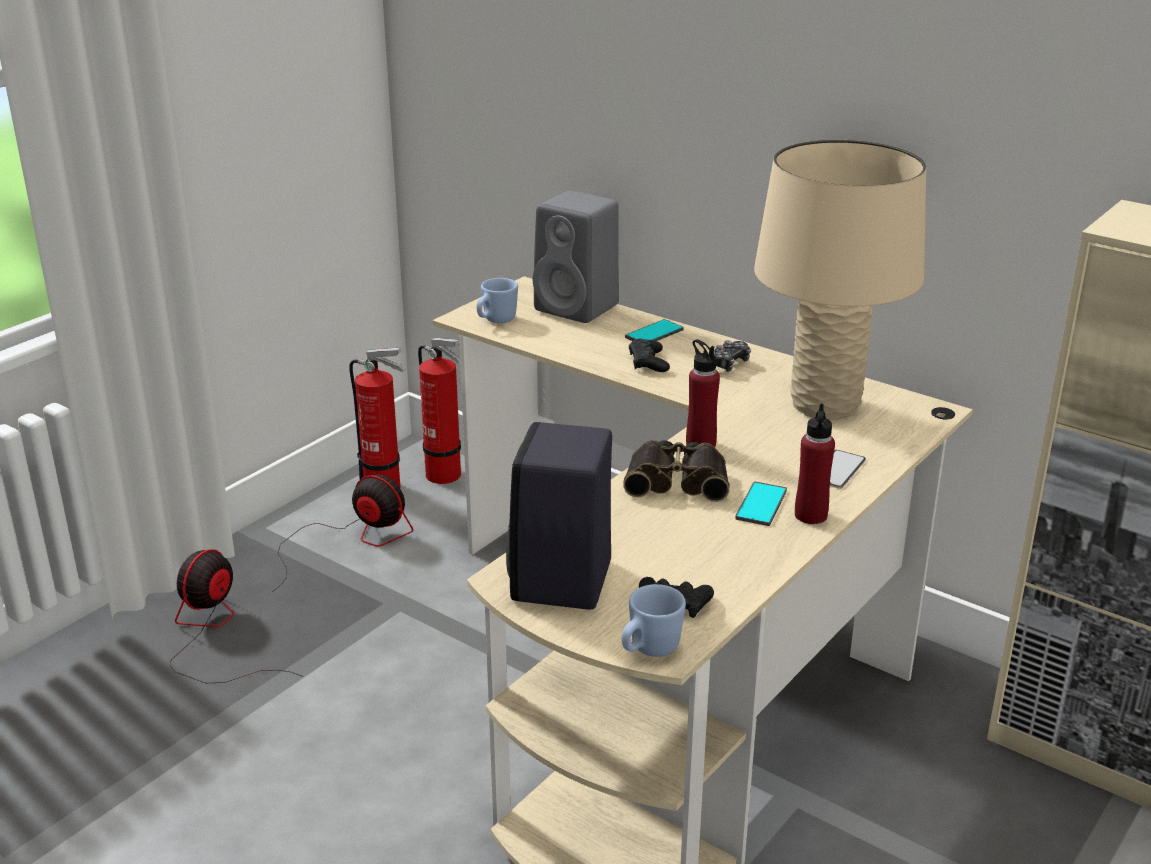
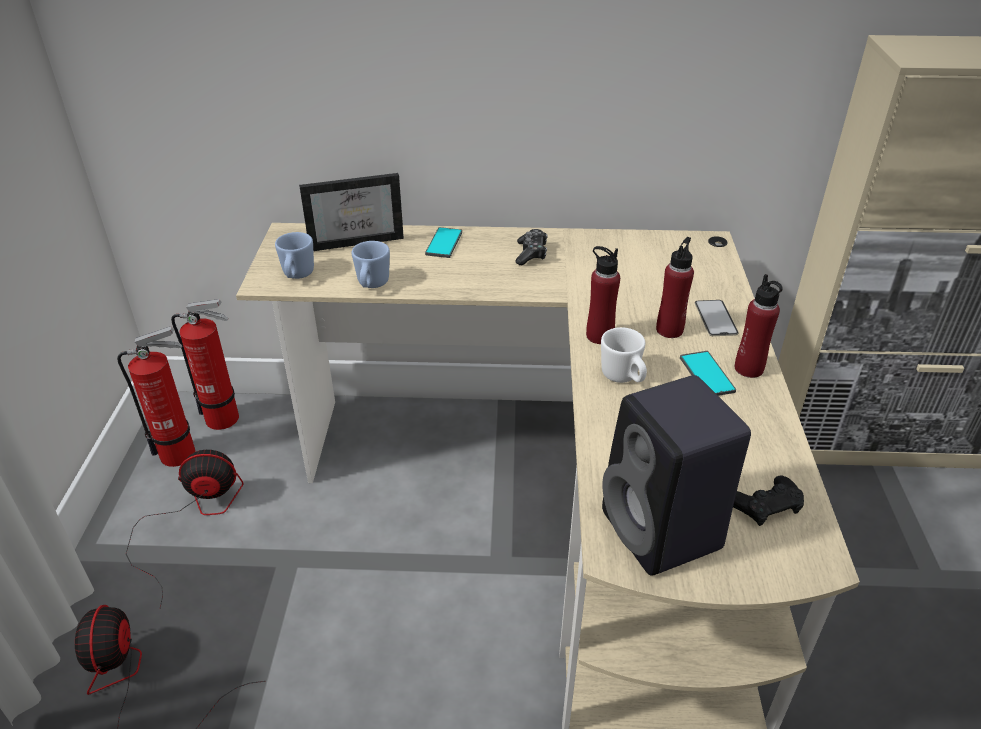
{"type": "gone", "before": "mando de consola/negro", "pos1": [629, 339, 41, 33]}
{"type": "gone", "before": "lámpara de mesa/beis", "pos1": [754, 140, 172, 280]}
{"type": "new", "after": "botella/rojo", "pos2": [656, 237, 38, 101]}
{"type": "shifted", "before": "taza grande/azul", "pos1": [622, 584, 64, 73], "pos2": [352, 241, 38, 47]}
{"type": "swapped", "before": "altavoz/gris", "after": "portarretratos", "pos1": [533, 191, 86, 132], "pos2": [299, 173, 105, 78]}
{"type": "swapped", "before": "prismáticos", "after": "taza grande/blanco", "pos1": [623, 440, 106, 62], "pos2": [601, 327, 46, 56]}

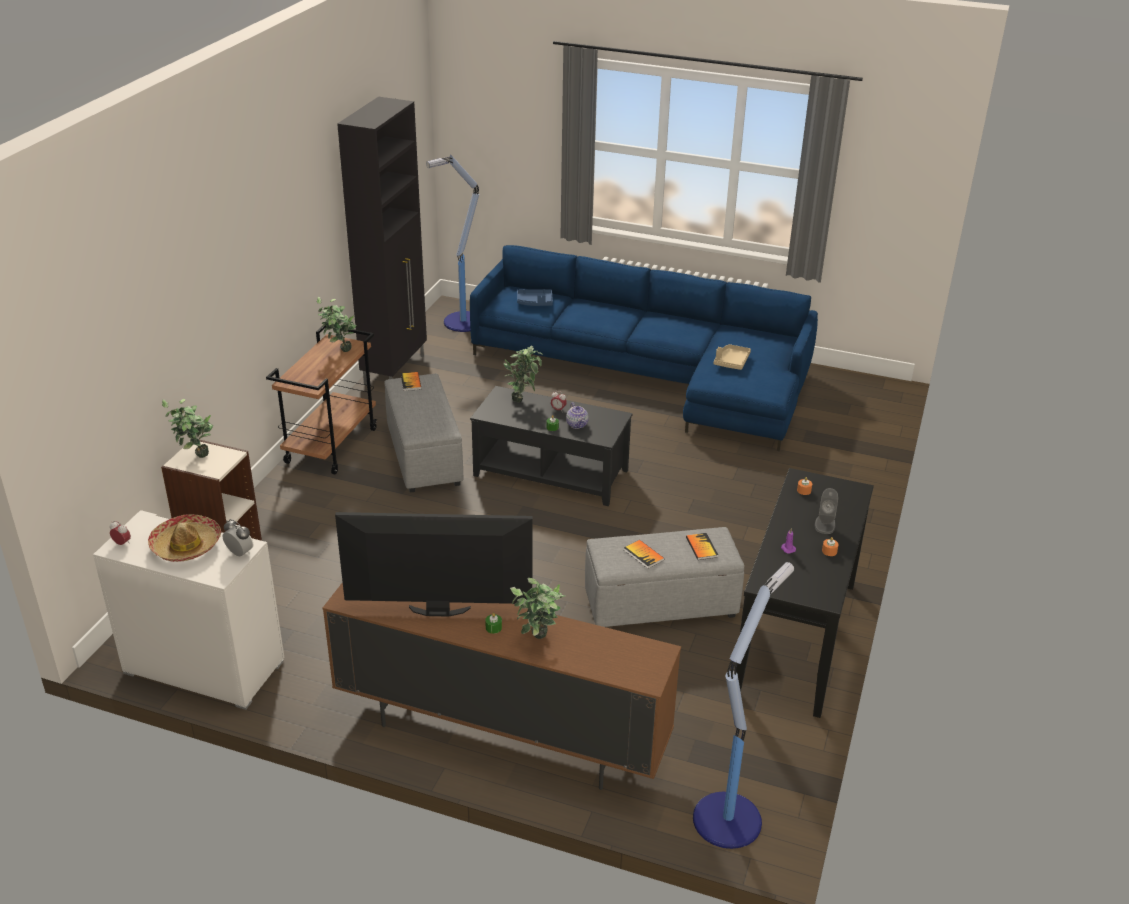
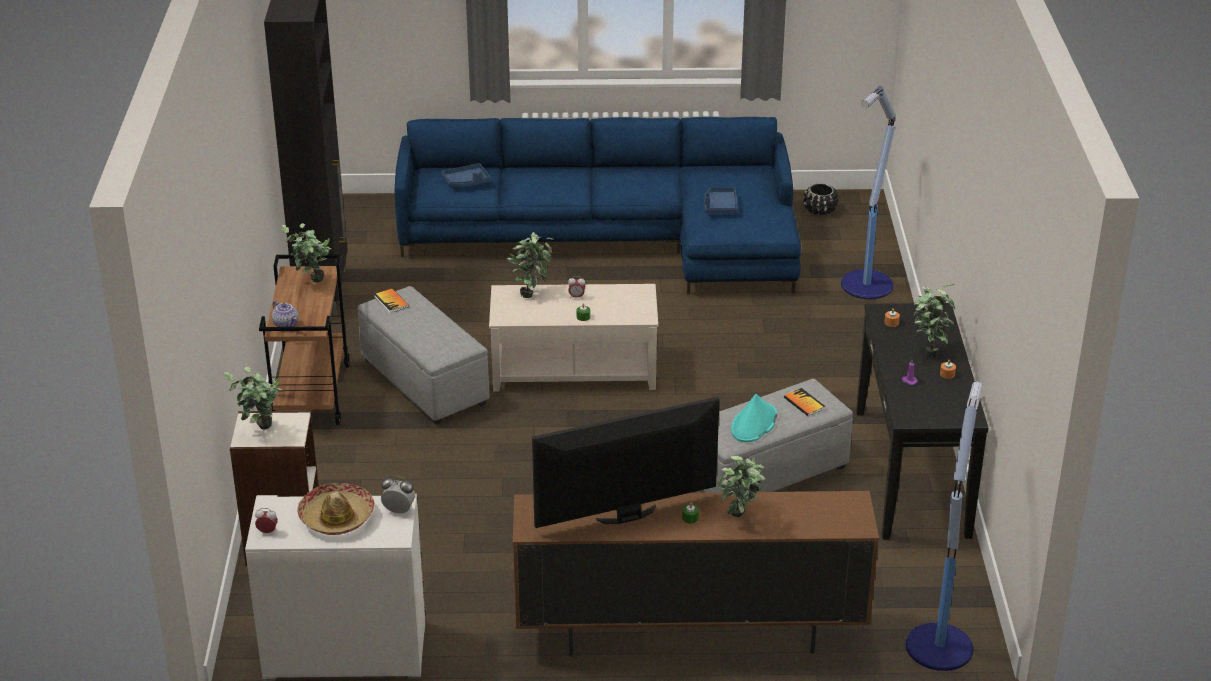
{"type": "new", "after": "maceta/negro", "pos2": [803, 183, 36, 32]}
{"type": "shifted", "before": "lámpara de pie", "pos1": [426, 155, 53, 177], "pos2": [841, 86, 54, 213]}
{"type": "shifted", "before": "tetera", "pos1": [566, 402, 23, 27], "pos2": [272, 300, 27, 27]}
{"type": "swapped", "before": "libro", "after": "sombrero/turquesa", "pos1": [624, 540, 40, 29], "pos2": [731, 394, 46, 48]}
{"type": "swapped", "before": "altavoz/gris", "after": "planta en maceta", "pos1": [815, 488, 23, 46], "pos2": [913, 284, 42, 73]}
{"type": "repainted", "before": "mesa de centro/negro", "after": "mesa de centro/beis", "pos1": [470, 386, 163, 120], "pos2": [489, 284, 169, 108]}
{"type": "repainted", "before": "bandeja/beis", "after": "bandeja/azul", "pos1": [714, 344, 37, 26], "pos2": [704, 188, 34, 26]}

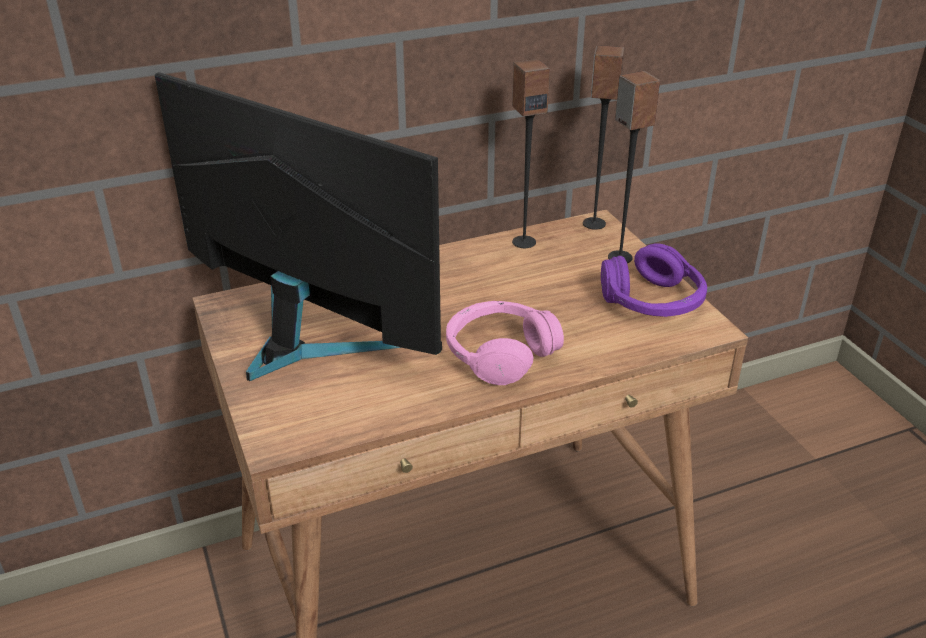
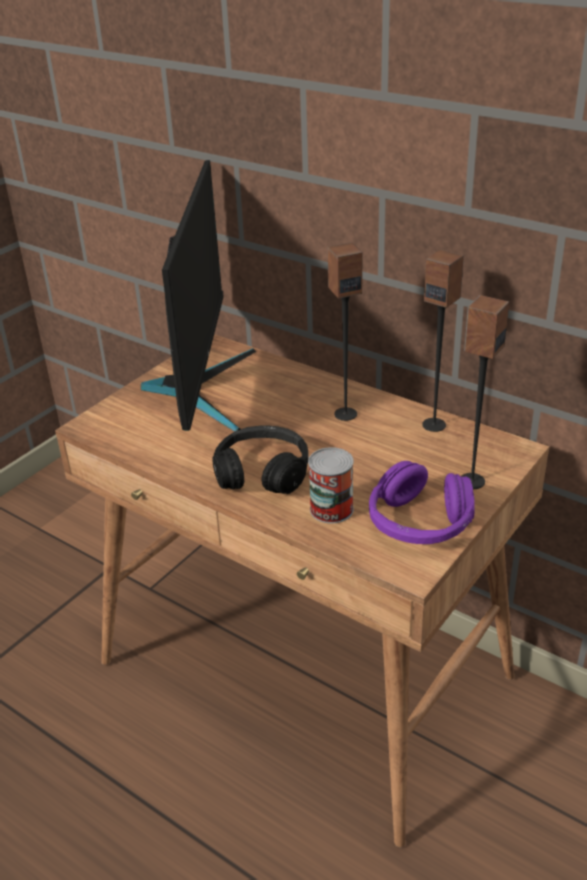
{"type": "new", "after": "lata", "pos2": [308, 447, 46, 77]}
{"type": "shifted", "before": "altavoz", "pos1": [583, 45, 41, 185], "pos2": [328, 242, 34, 179]}
{"type": "repainted", "before": "auriculares/rosa", "after": "auriculares/negro", "pos1": [446, 301, 118, 84], "pos2": [212, 425, 96, 69]}

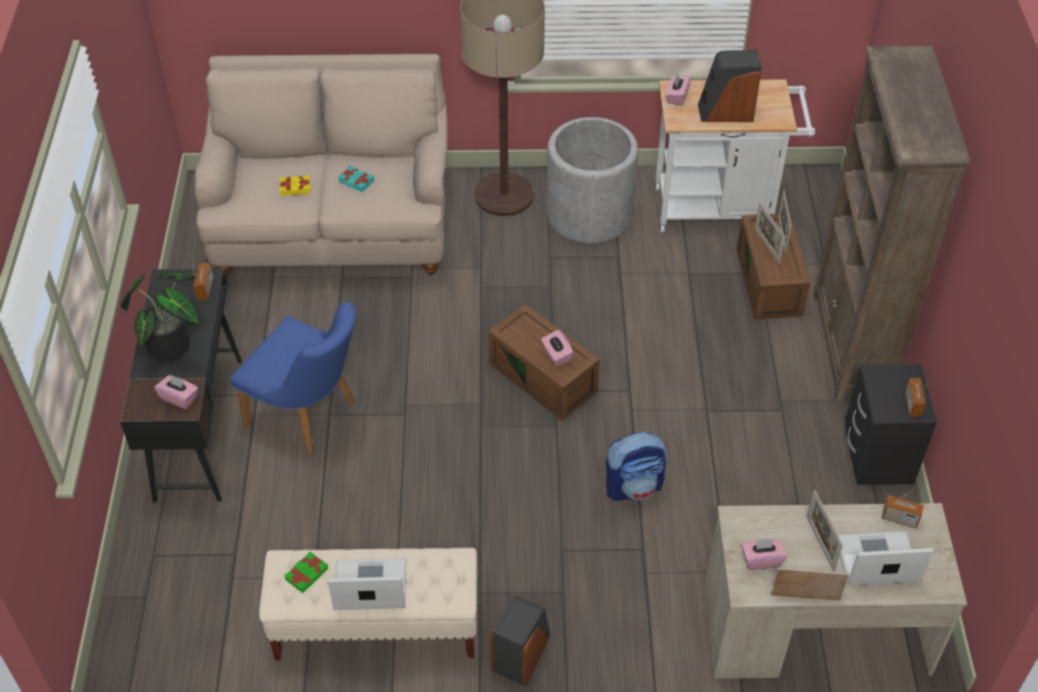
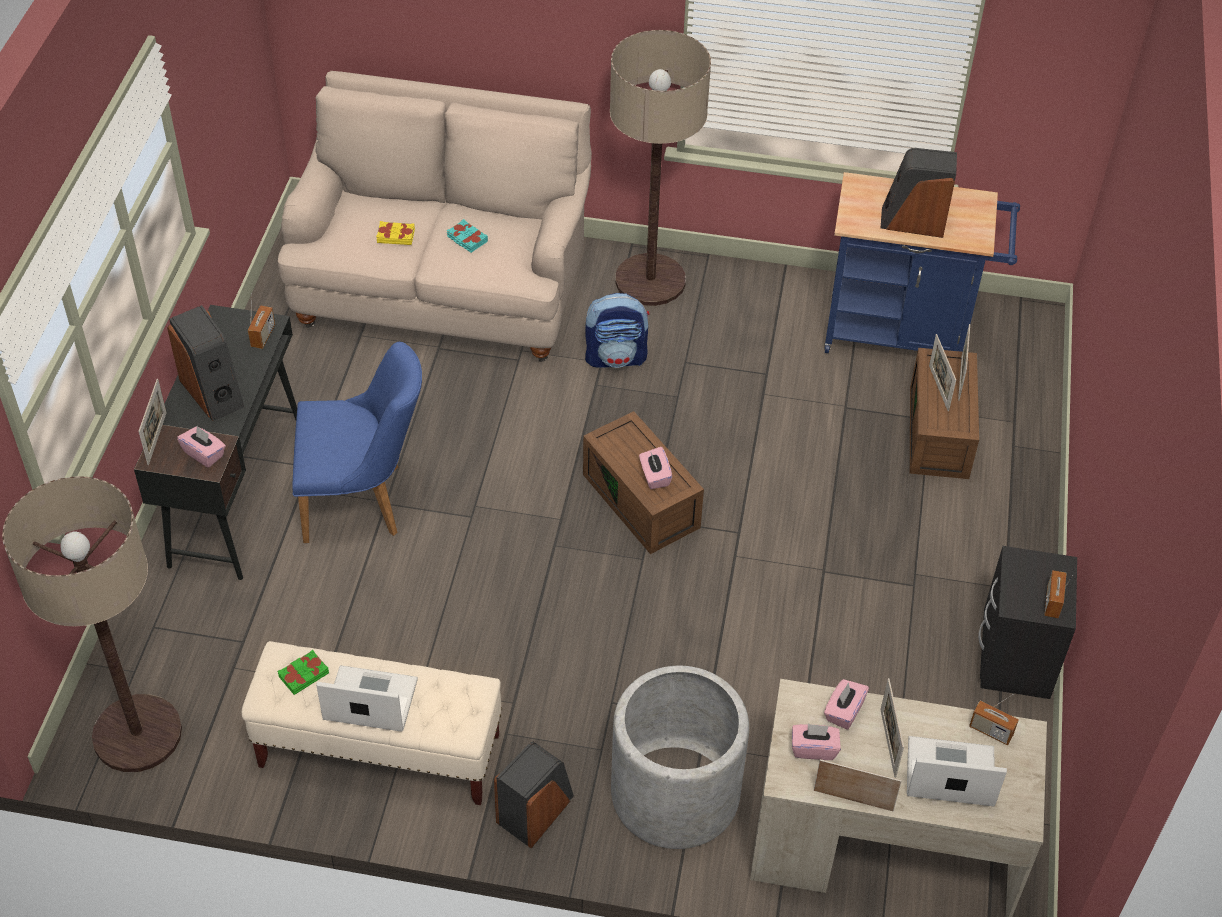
{"type": "gone", "before": "estantería/marrón", "pos1": [813, 46, 157, 355]}
{"type": "new", "after": "lámpara de pie", "pos2": [2, 476, 180, 296]}
{"type": "new", "after": "portarretratos", "pos2": [138, 379, 29, 86]}
{"type": "shifted", "before": "maceta/gris", "pos1": [546, 117, 92, 127], "pos2": [611, 666, 138, 183]}
{"type": "shifted", "before": "mochila", "pos1": [606, 432, 61, 69], "pos2": [585, 293, 65, 75]}
{"type": "shifted", "before": "caja de pañuelos/rosa", "pos1": [665, 74, 26, 32], "pos2": [824, 679, 45, 50]}
{"type": "swapped", "before": "planta en maceta", "after": "altavoz", "pos1": [121, 273, 79, 88], "pos2": [167, 305, 77, 116]}
{"type": "repainted", "before": "carrito/blanco", "after": "carrito/azul", "pos1": [655, 79, 160, 154], "pos2": [824, 172, 196, 181]}
{"type": "rotated", "before": "silla/azul", "pos1": [230, 302, 126, 153], "pos2": [292, 342, 130, 201], "turn": -45}

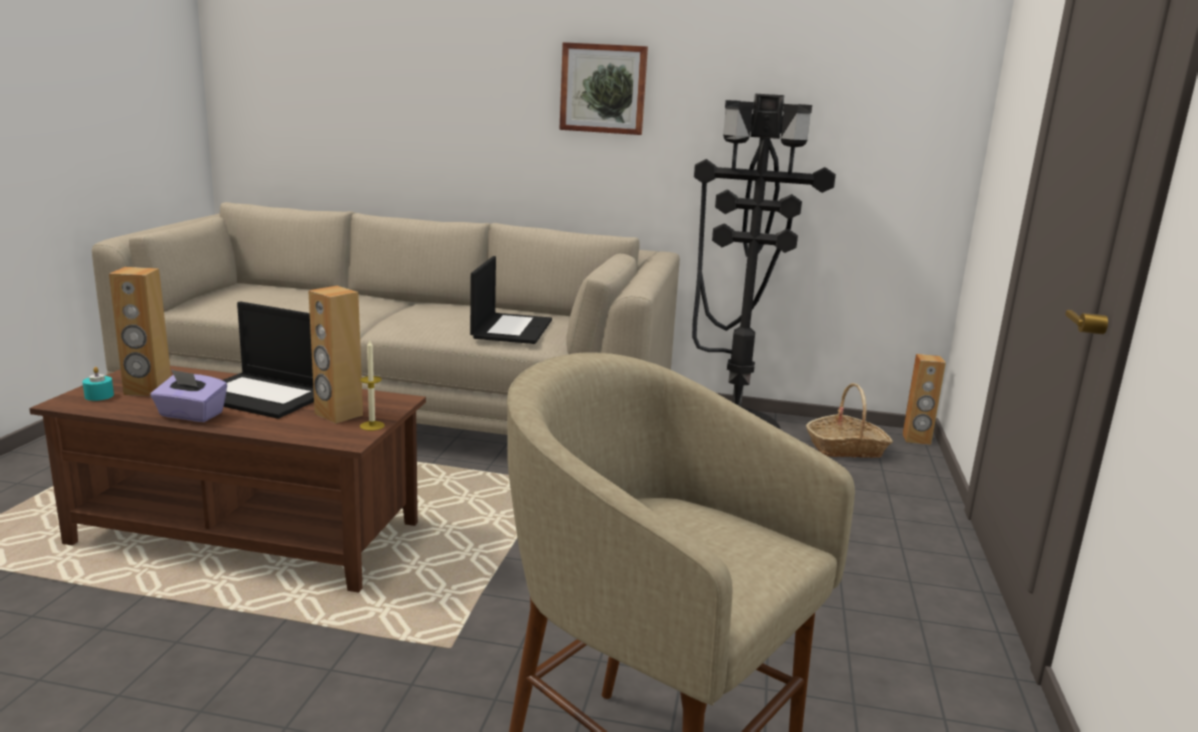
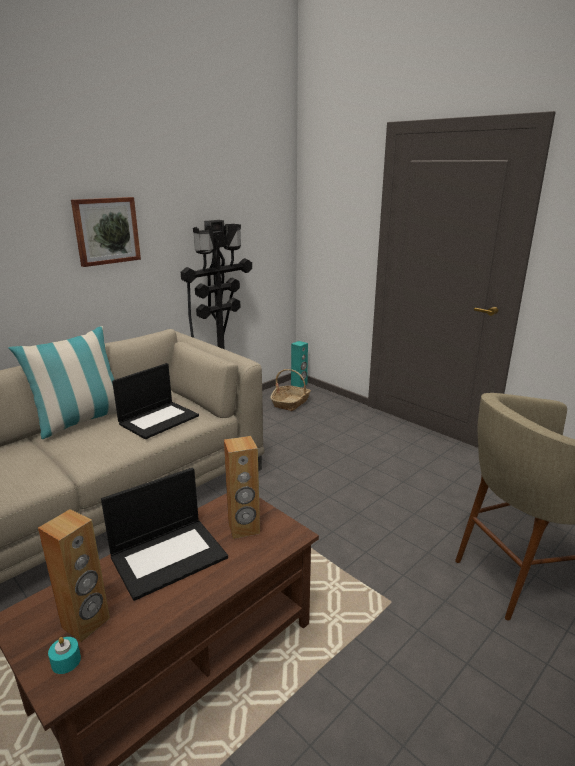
{"type": "gone", "before": "caja de pañuelos/morado", "pos1": [150, 369, 77, 53]}
{"type": "gone", "before": "vela", "pos1": [360, 340, 25, 91]}
{"type": "new", "after": "cojín", "pos2": [9, 326, 108, 113]}
{"type": "repainted", "before": "altavoz/marrón", "after": "altavoz/turquesa", "pos1": [903, 354, 43, 91], "pos2": [291, 341, 17, 46]}
{"type": "rotated", "before": "portátil", "pos1": [470, 256, 82, 88], "pos2": [112, 363, 87, 76], "turn": 90}

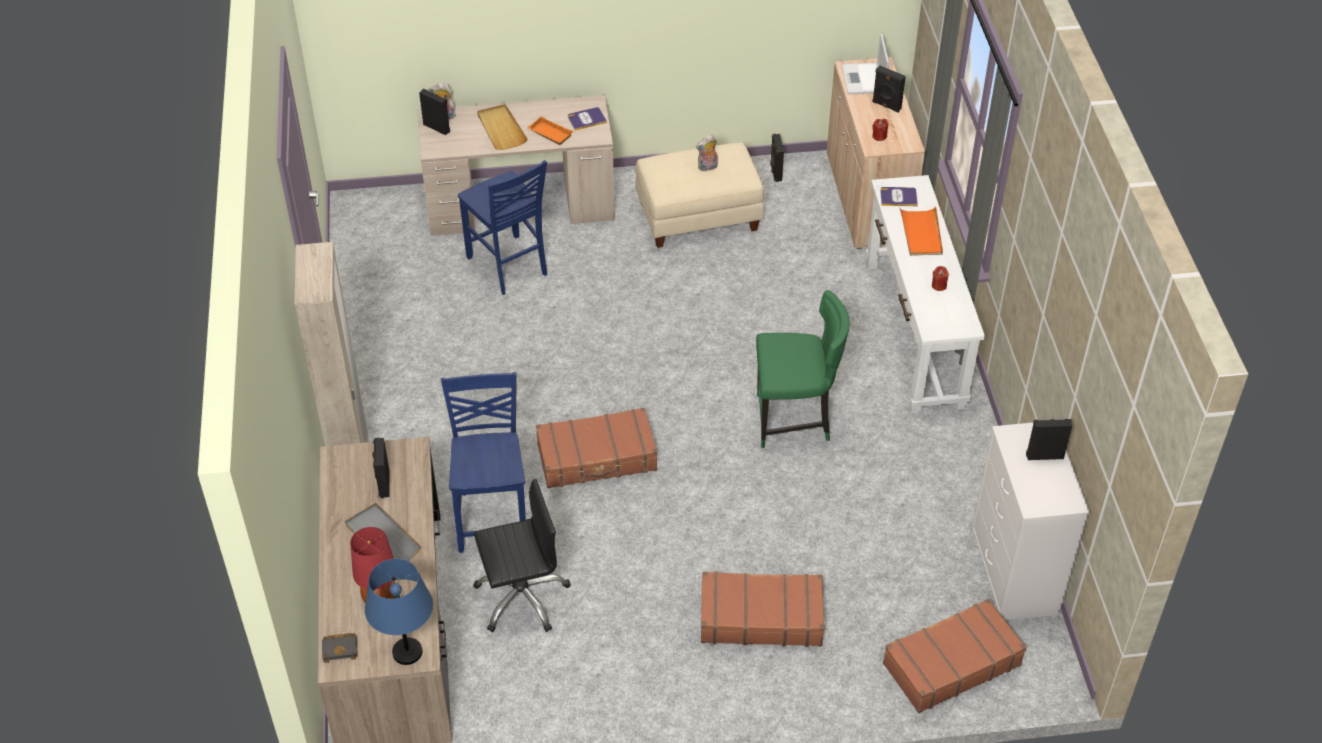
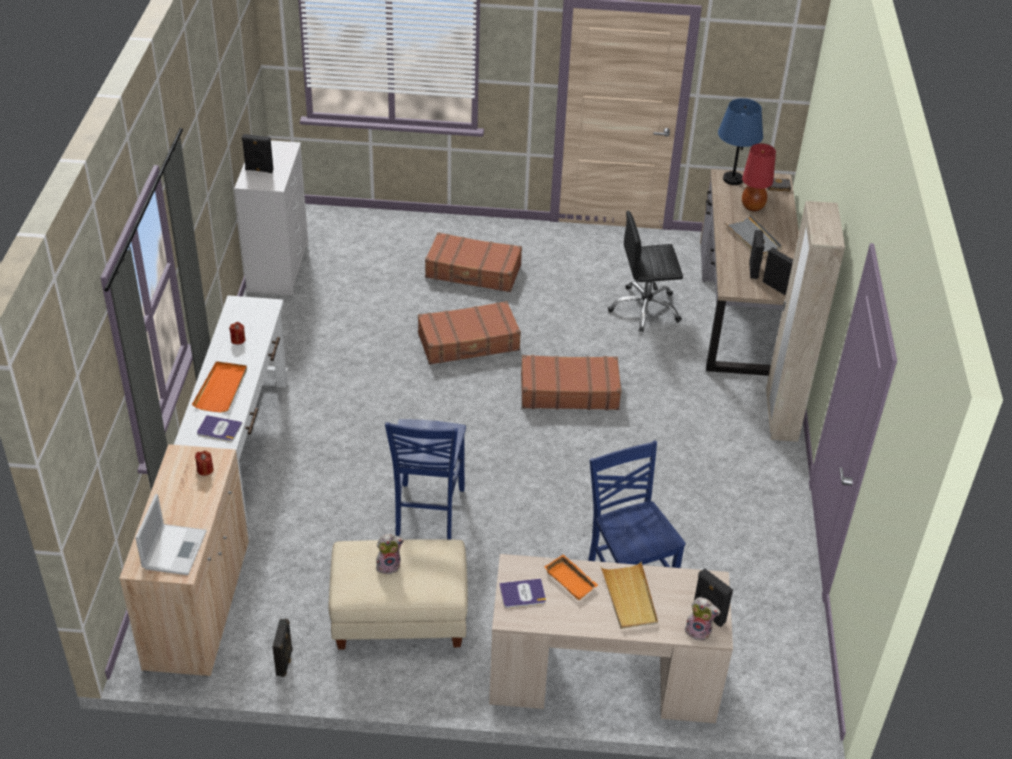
{"type": "gone", "before": "silla/verde", "pos1": [756, 290, 94, 158]}
{"type": "shifted", "before": "silla/azul", "pos1": [440, 372, 86, 181], "pos2": [385, 419, 81, 121]}
{"type": "shifted", "before": "altavoz/negro", "pos1": [872, 66, 34, 46], "pos2": [763, 247, 30, 48]}
{"type": "shifted", "before": "maleta/marrón", "pos1": [883, 599, 143, 114], "pos2": [418, 301, 103, 64]}

